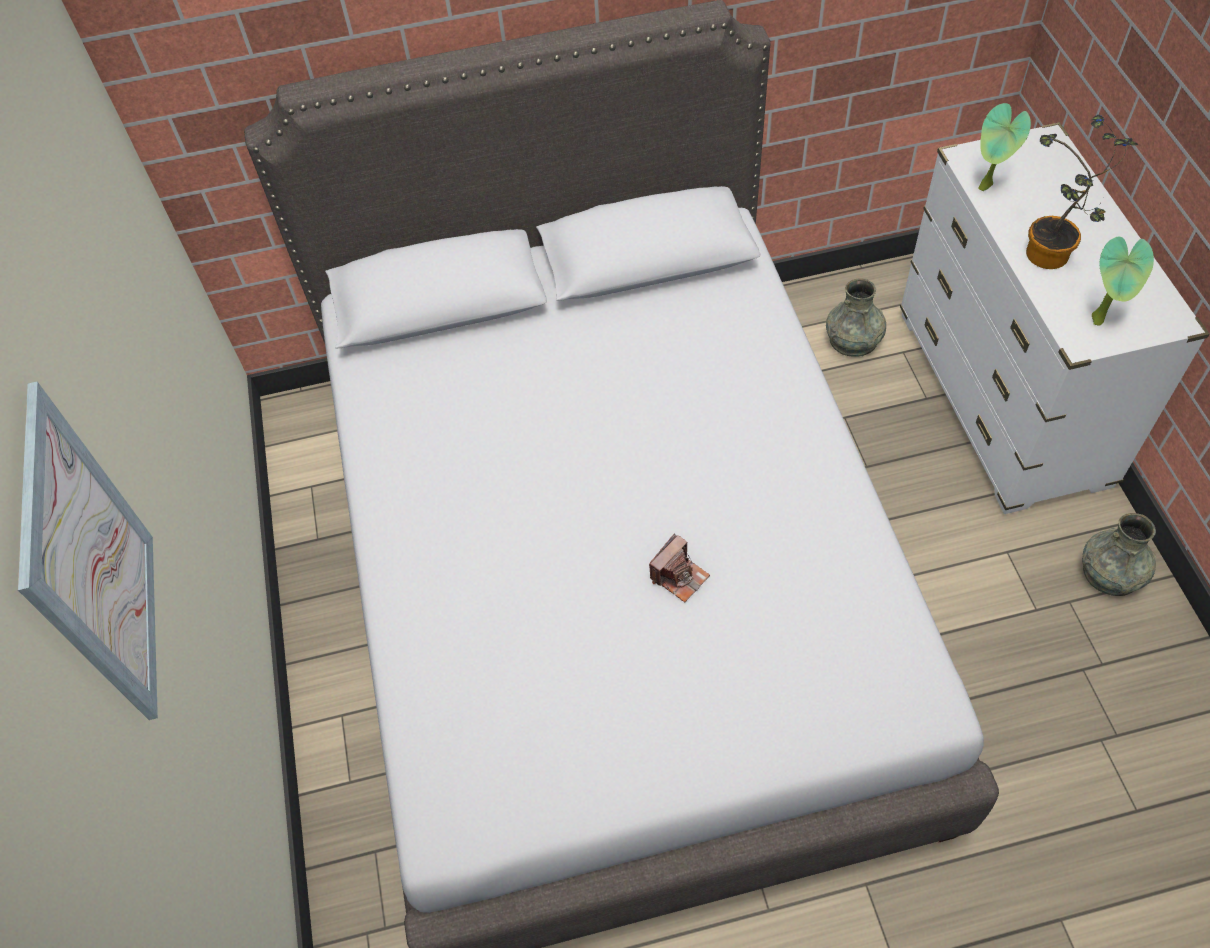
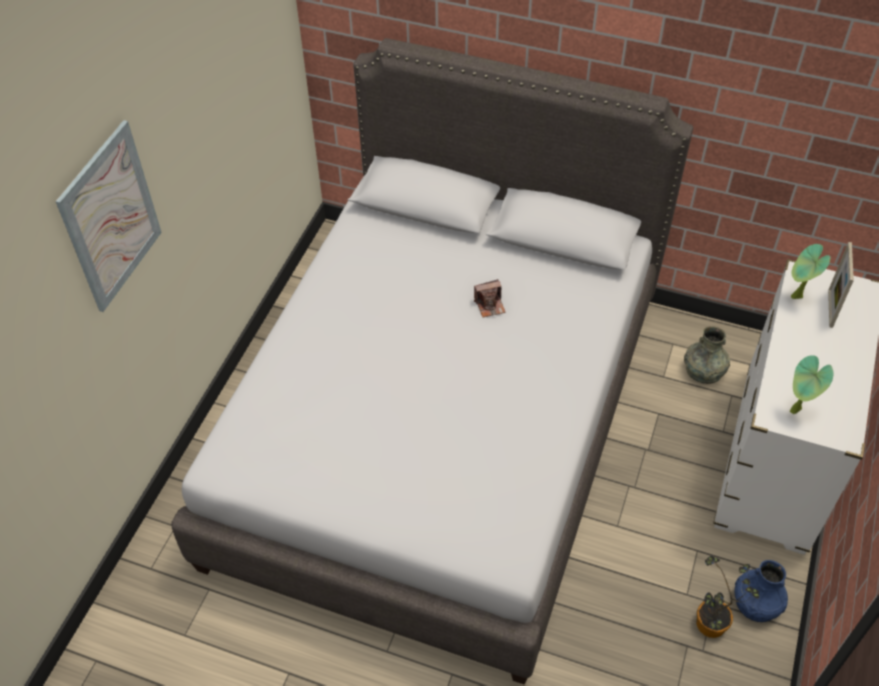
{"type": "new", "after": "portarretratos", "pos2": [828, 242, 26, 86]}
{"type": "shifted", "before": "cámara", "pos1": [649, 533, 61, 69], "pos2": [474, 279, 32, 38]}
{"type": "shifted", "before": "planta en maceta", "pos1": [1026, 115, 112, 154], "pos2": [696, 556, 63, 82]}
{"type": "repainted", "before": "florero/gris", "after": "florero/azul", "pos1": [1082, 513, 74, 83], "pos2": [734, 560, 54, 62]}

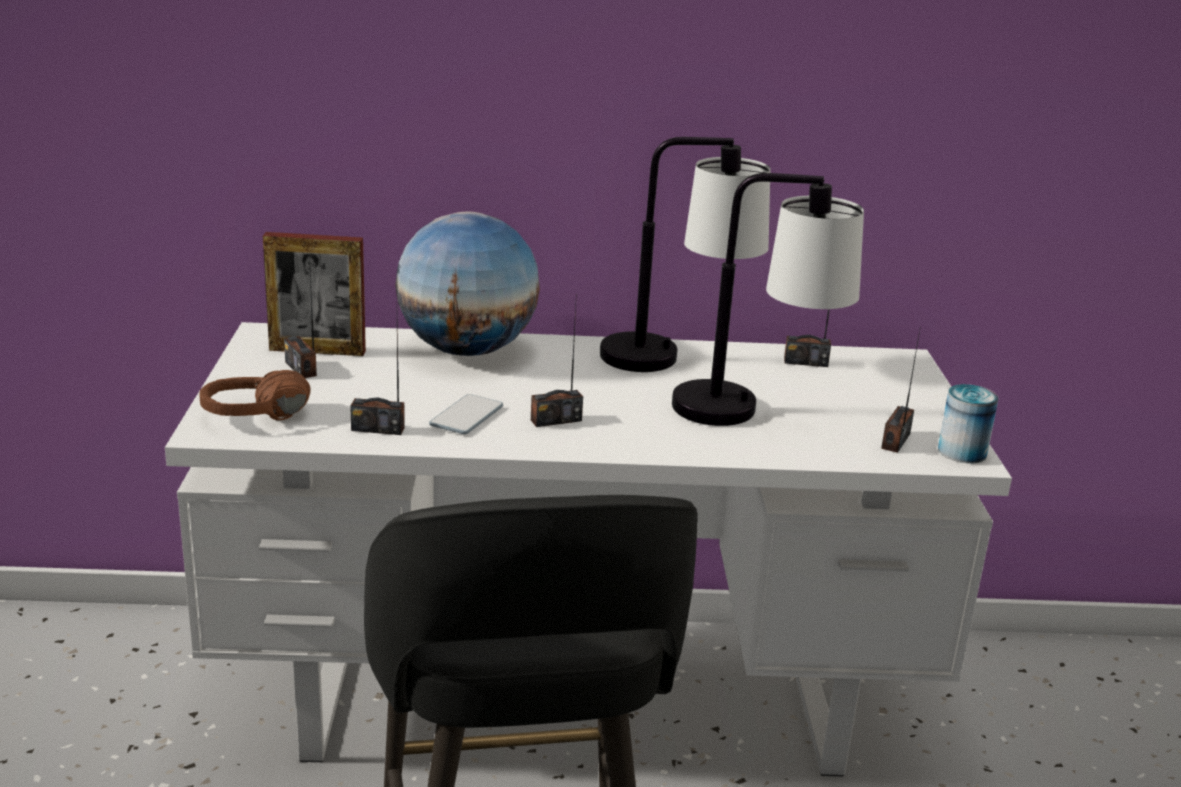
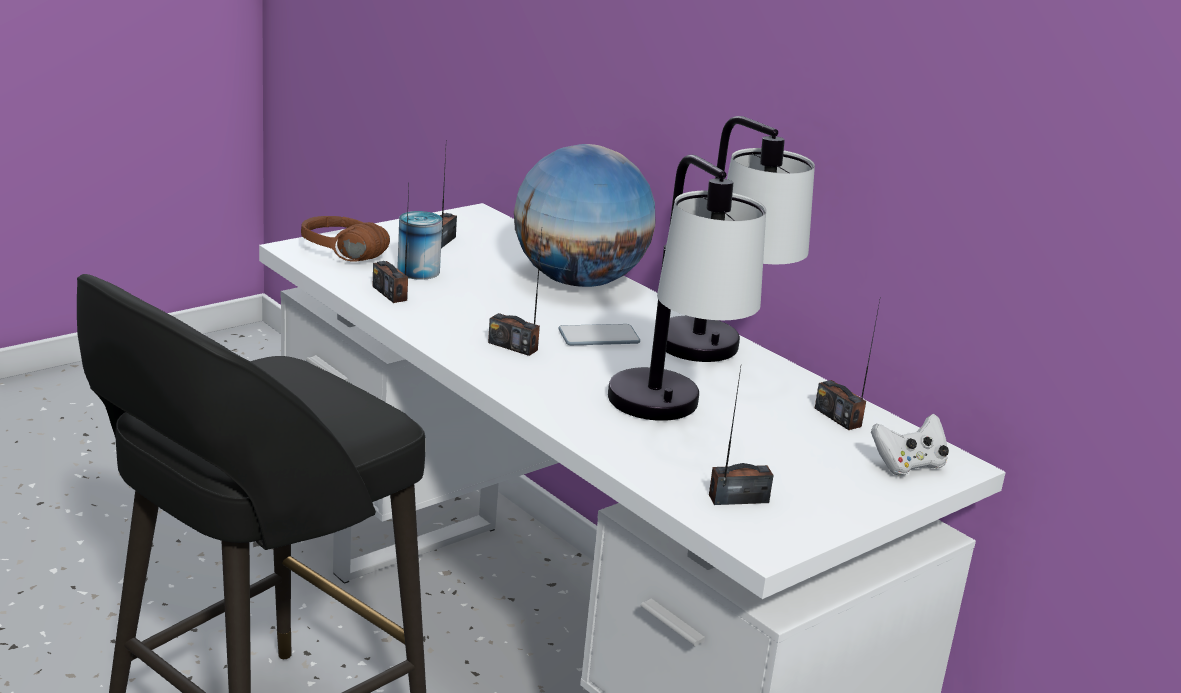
{"type": "gone", "before": "portarretratos", "pos1": [263, 232, 103, 124]}
{"type": "new", "after": "mando de consola/blanco", "pos2": [871, 414, 78, 62]}
{"type": "shifted", "before": "móvil", "pos1": [429, 394, 74, 40], "pos2": [558, 324, 82, 21]}
{"type": "shifted", "before": "lata", "pos1": [938, 384, 60, 79], "pos2": [397, 211, 45, 69]}

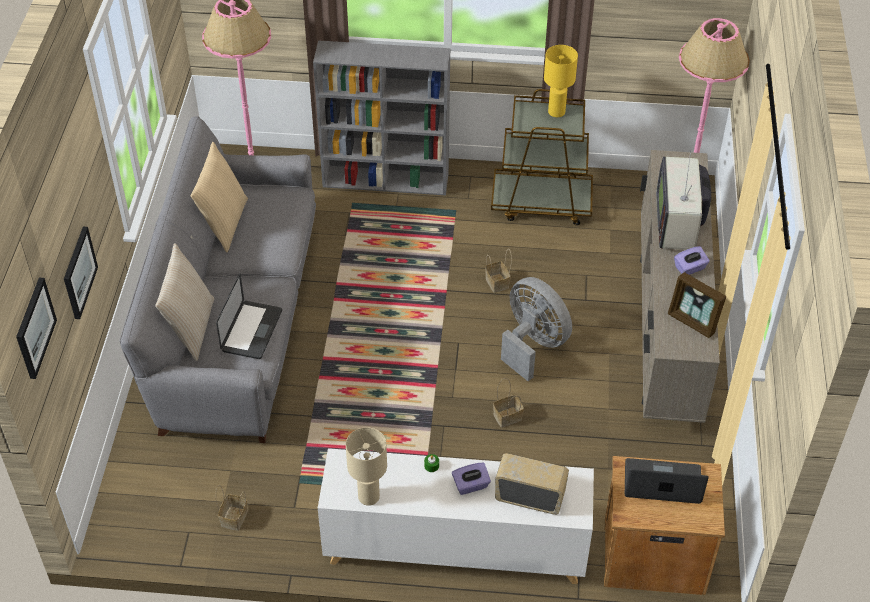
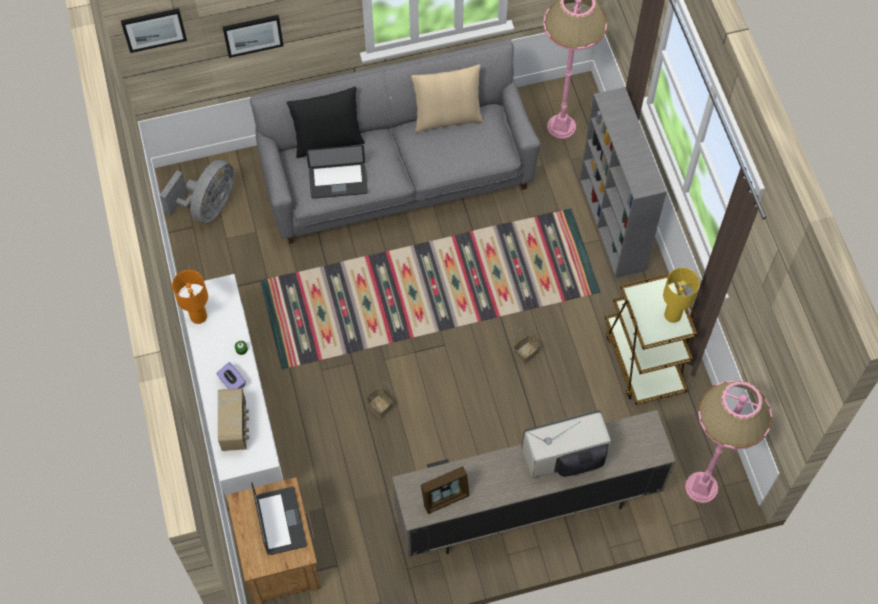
{"type": "gone", "before": "cesta", "pos1": [216, 485, 31, 46]}
{"type": "gone", "before": "caja de pañuelos/morado", "pos1": [674, 246, 36, 29]}
{"type": "shifted", "before": "ventilador/gris", "pos1": [501, 277, 71, 104], "pos2": [159, 160, 75, 63]}
{"type": "repainted", "before": "cojín/beis", "after": "cojín/negro", "pos1": [155, 243, 59, 118], "pos2": [287, 86, 78, 72]}
{"type": "repainted", "before": "lámpara de mesa/beis", "after": "lámpara de mesa/naranja", "pos1": [346, 427, 41, 79], "pos2": [172, 270, 36, 54]}
{"type": "rotated", "before": "portarretratos", "pos1": [668, 272, 59, 66], "pos2": [421, 466, 49, 48], "turn": -135}

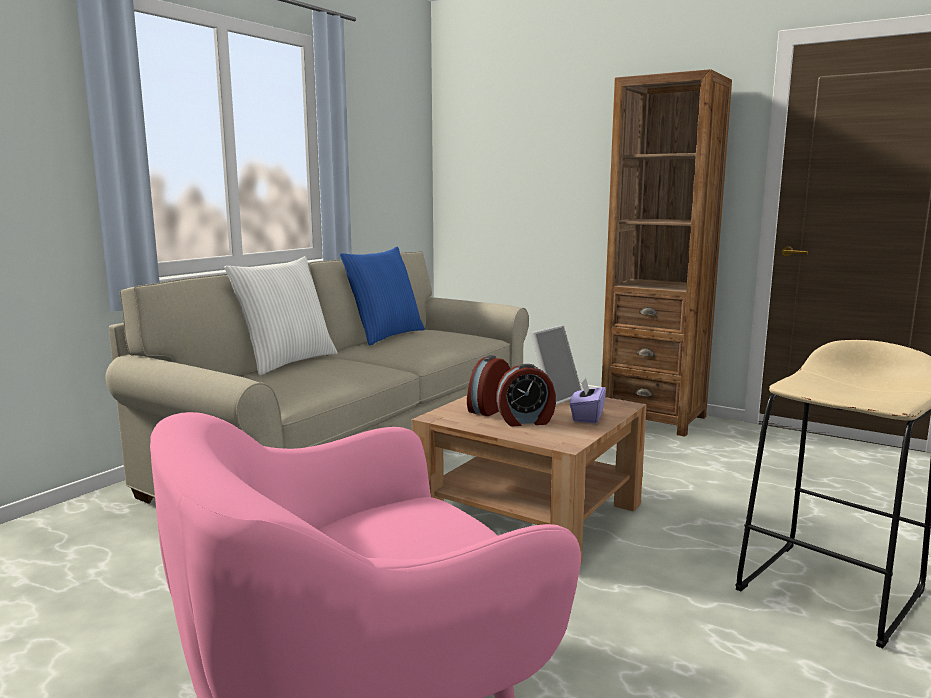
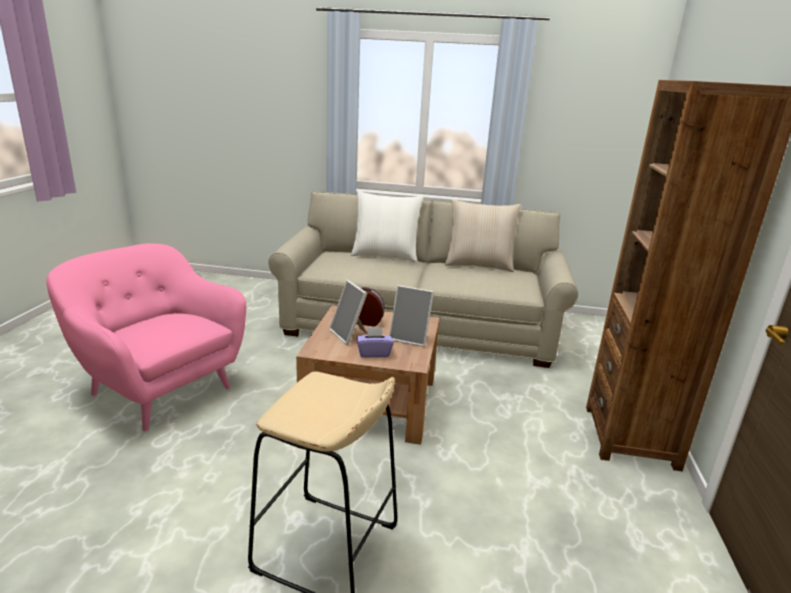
{"type": "swapped", "before": "despertador", "after": "portarretratos", "pos1": [496, 364, 60, 62], "pos2": [329, 280, 39, 65]}
{"type": "repainted", "before": "cojín/azul", "after": "cojín/beis", "pos1": [340, 246, 85, 100], "pos2": [445, 199, 76, 73]}

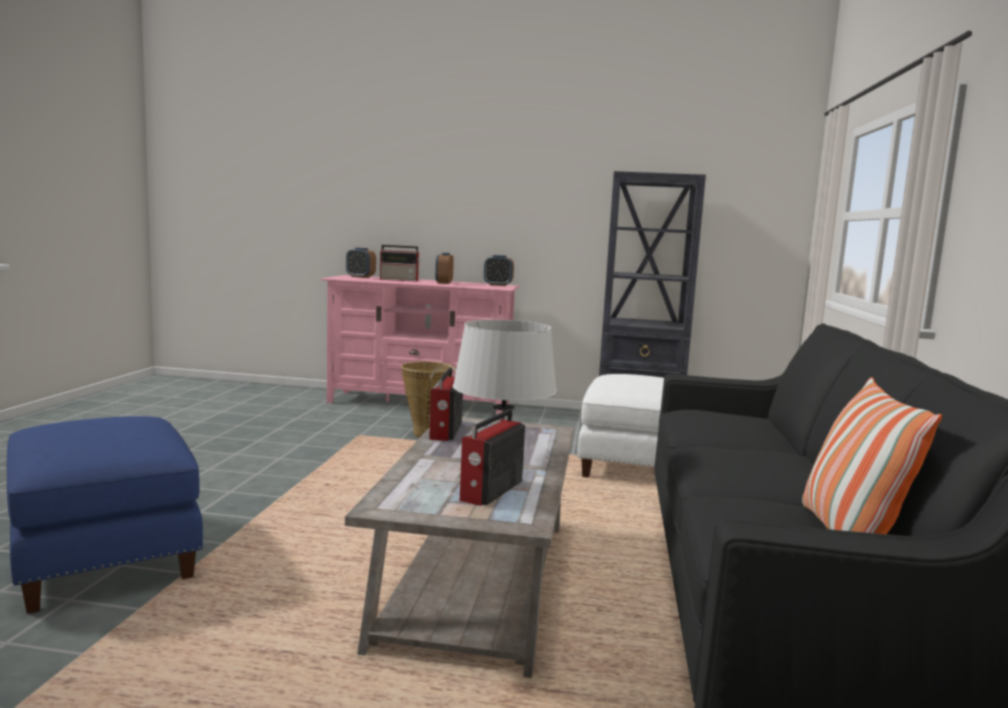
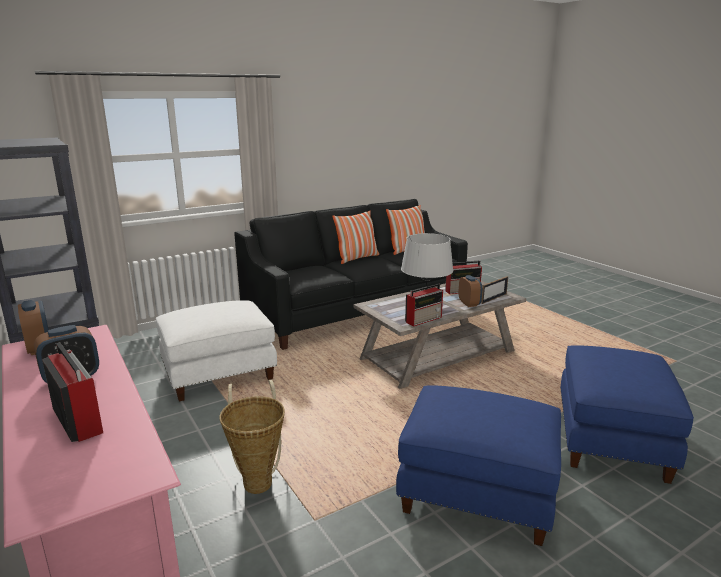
{"type": "new", "after": "cojín", "pos2": [332, 211, 47, 53]}
{"type": "new", "after": "puf/azul", "pos2": [396, 385, 165, 161]}
{"type": "new", "after": "portarretratos", "pos2": [481, 276, 27, 28]}
{"type": "shifted", "before": "despertador", "pos1": [346, 248, 30, 30], "pos2": [458, 275, 24, 32]}

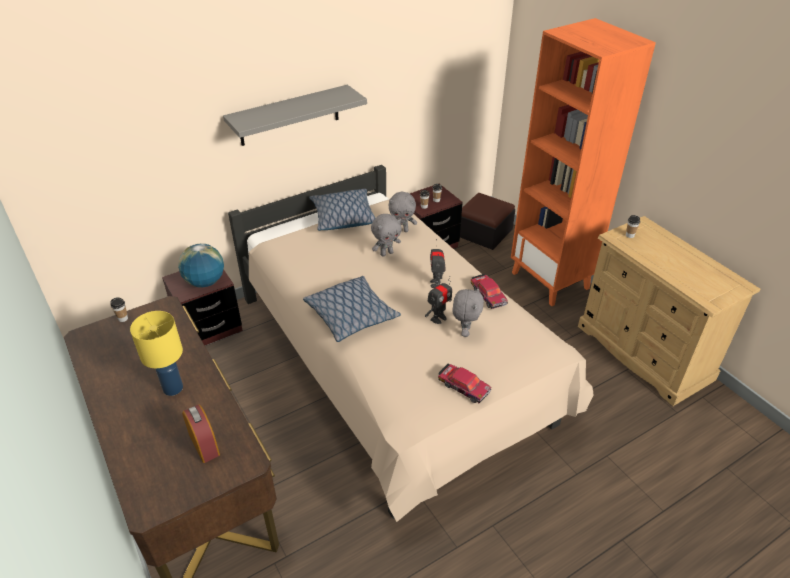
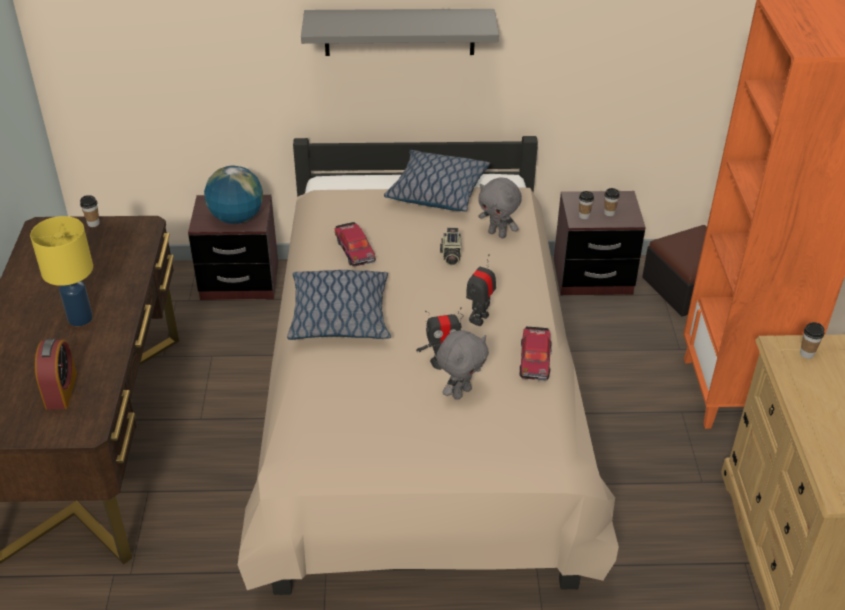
{"type": "shifted", "before": "coche de juguete", "pos1": [438, 364, 53, 39], "pos2": [335, 222, 41, 45]}
{"type": "swapped", "before": "peluche/gris", "after": "cámara", "pos1": [371, 214, 31, 42], "pos2": [440, 228, 22, 38]}

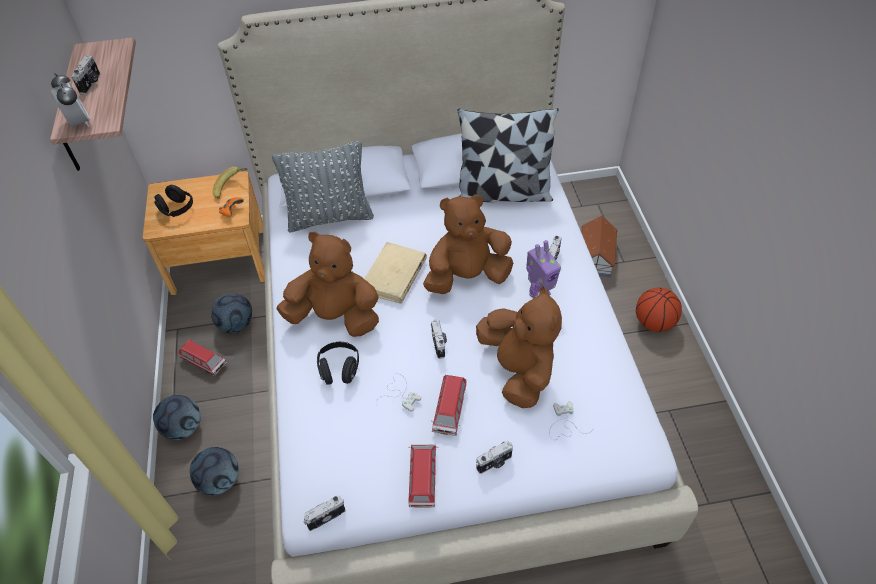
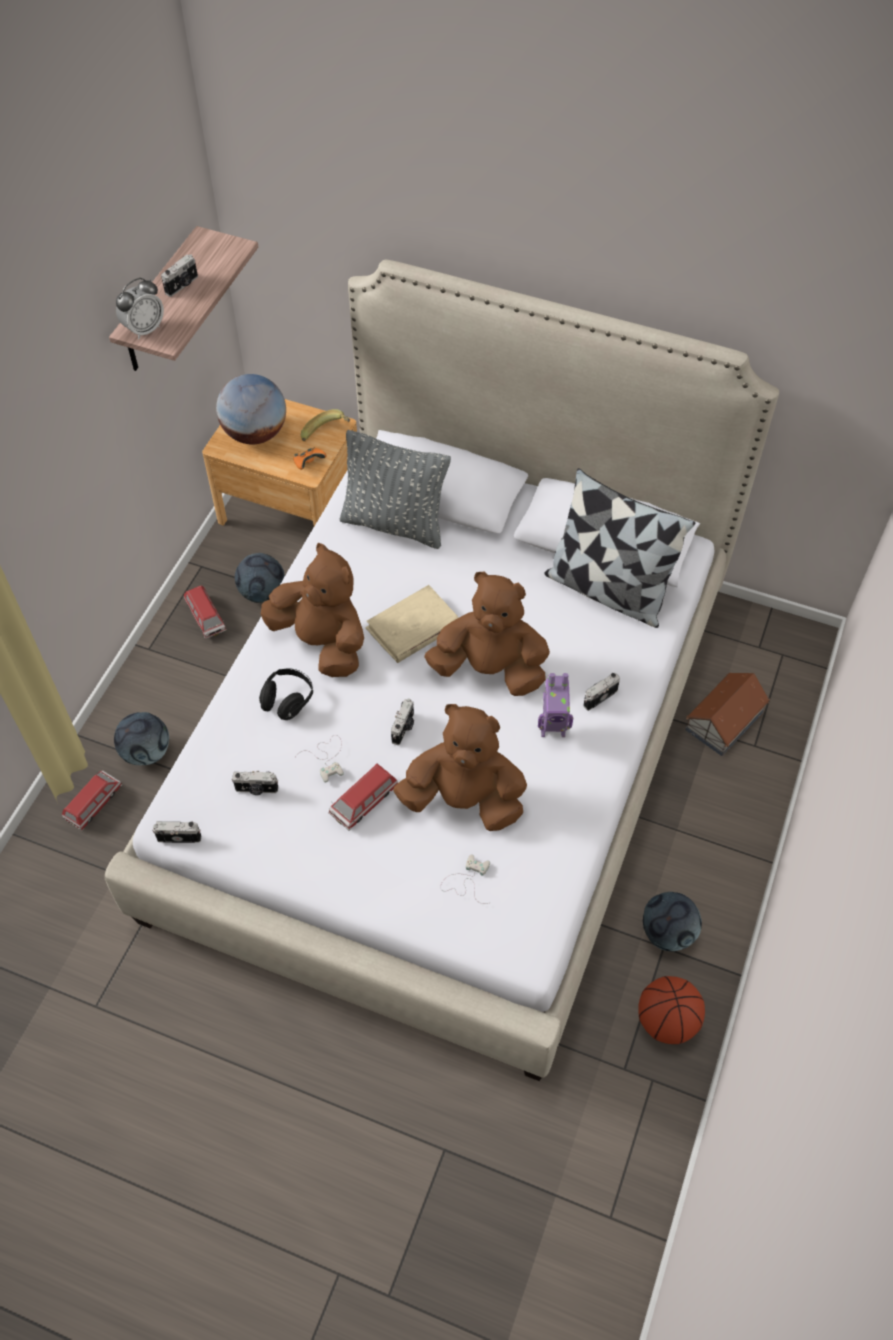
{"type": "shifted", "before": "balón de fútbol", "pos1": [153, 395, 48, 45], "pos2": [643, 892, 59, 59]}
{"type": "shifted", "before": "coche de juguete", "pos1": [408, 444, 30, 64], "pos2": [62, 770, 61, 61]}
{"type": "shifted", "before": "cámara", "pos1": [476, 441, 37, 33], "pos2": [232, 771, 46, 24]}
{"type": "shifted", "before": "balón de baloncesto", "pos1": [636, 288, 46, 44], "pos2": [638, 976, 67, 68]}
{"type": "swapped", "before": "auriculares/negro", "after": "globo terráqueo", "pos1": [154, 185, 39, 32], "pos2": [216, 374, 70, 71]}
{"type": "rotated", "before": "despertador", "pos1": [51, 73, 39, 54], "pos2": [116, 278, 48, 61], "turn": 45}
{"type": "rotated", "before": "peluche/marrón", "pos1": [476, 286, 86, 122], "pos2": [393, 704, 134, 127], "turn": -90}

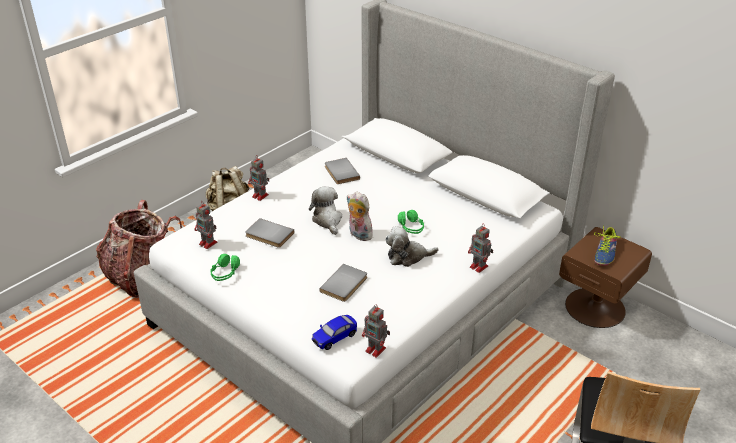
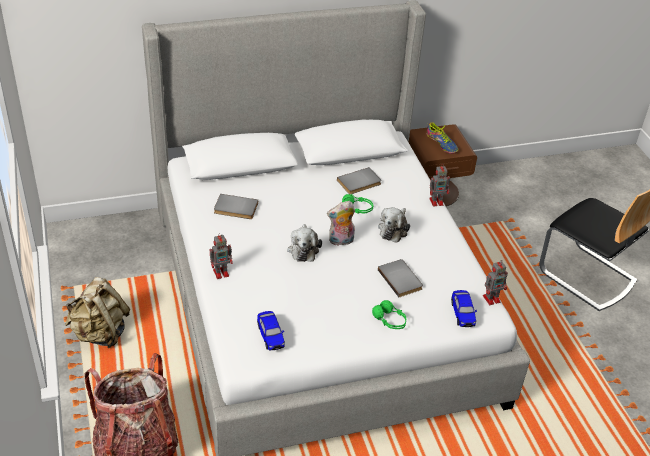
{"type": "shifted", "before": "auriculares/verde", "pos1": [210, 254, 30, 27], "pos2": [372, 300, 34, 29]}
{"type": "shifted", "before": "libro/gris", "pos1": [245, 218, 49, 30], "pos2": [337, 167, 44, 27]}
{"type": "swapped", "before": "robot de juguete", "after": "coche de juguete", "pos1": [194, 201, 23, 48], "pos2": [257, 311, 28, 39]}
{"type": "rotated", "before": "peluche", "pos1": [309, 187, 33, 48], "pos2": [287, 224, 35, 38], "turn": -105}

